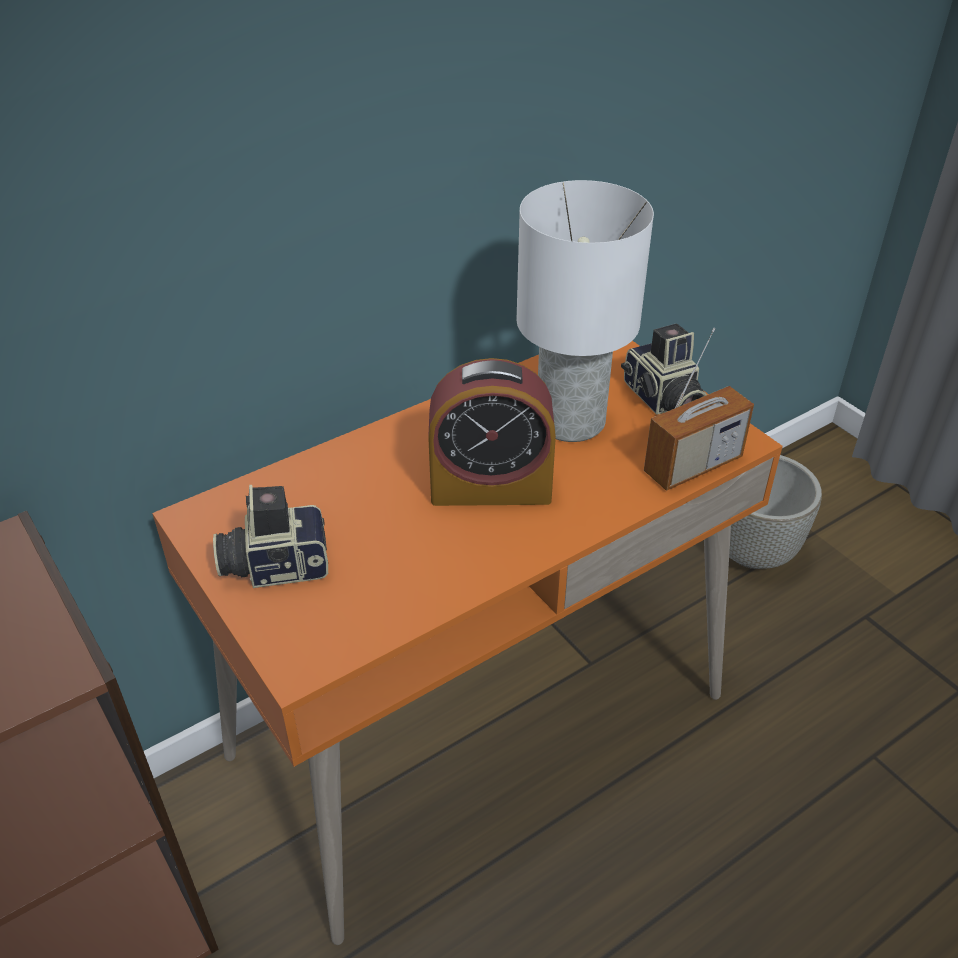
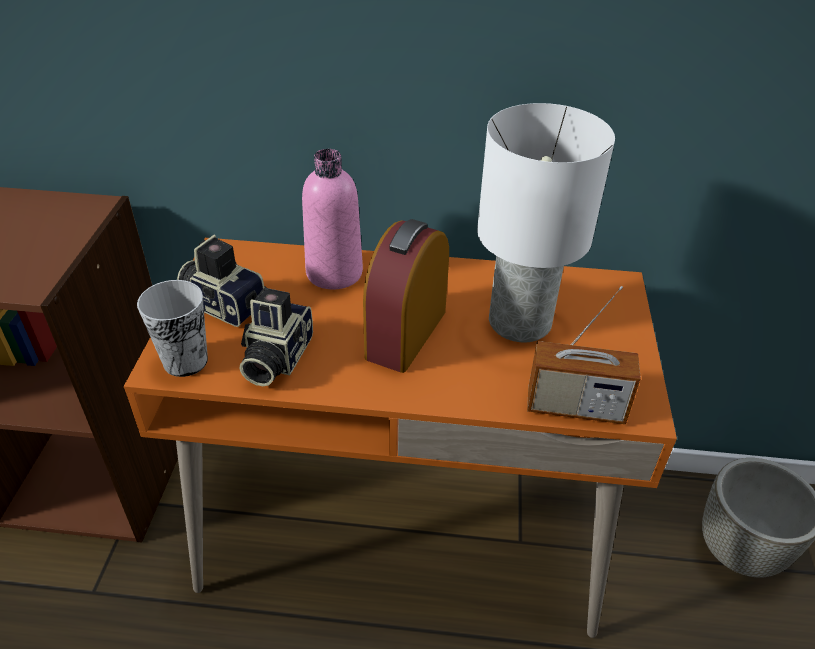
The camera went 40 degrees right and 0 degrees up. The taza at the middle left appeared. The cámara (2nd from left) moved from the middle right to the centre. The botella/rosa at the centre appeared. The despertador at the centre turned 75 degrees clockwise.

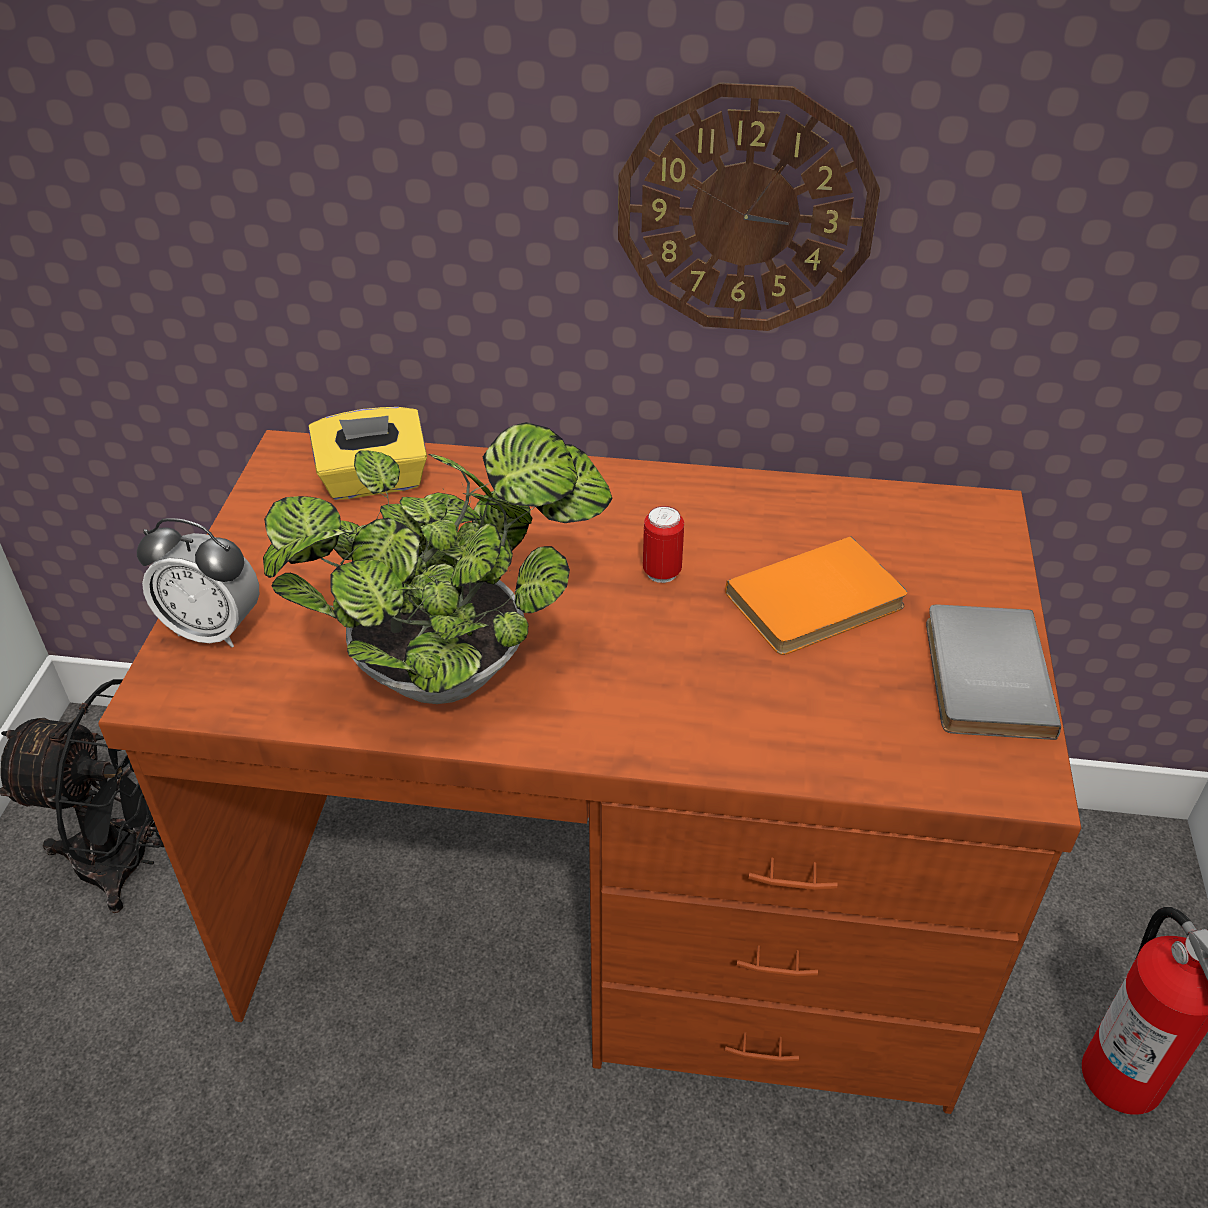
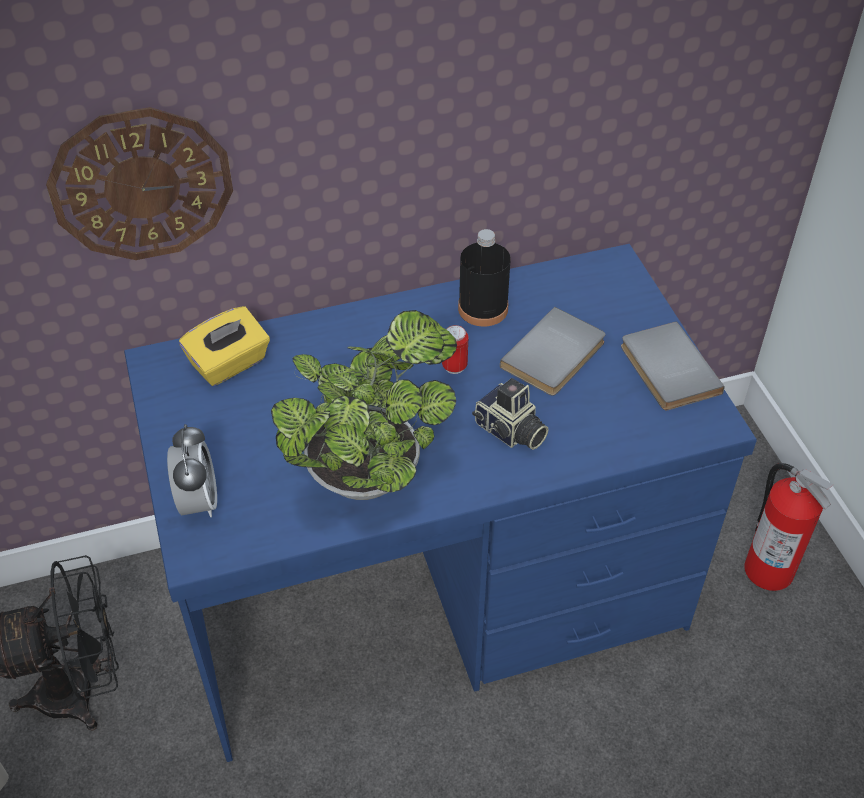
The camera went 25 degrees left and 5 degrees up. The reloj de pared moved from the top centre to the top left. The escritorio/marrón at the centre became the escritorio/azul at the centre. The despertador at the middle left turned 90 degrees counterclockwise. The botella/negro at the centre appeared. The cámara at the centre appeared. The libro/naranja at the middle right became the libro/gris (1st from left) at the centre.

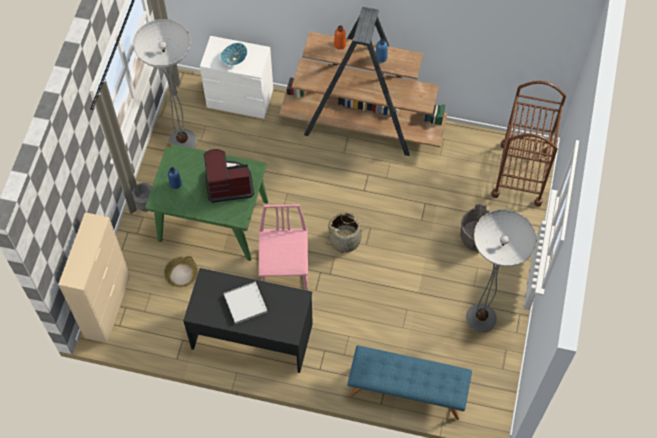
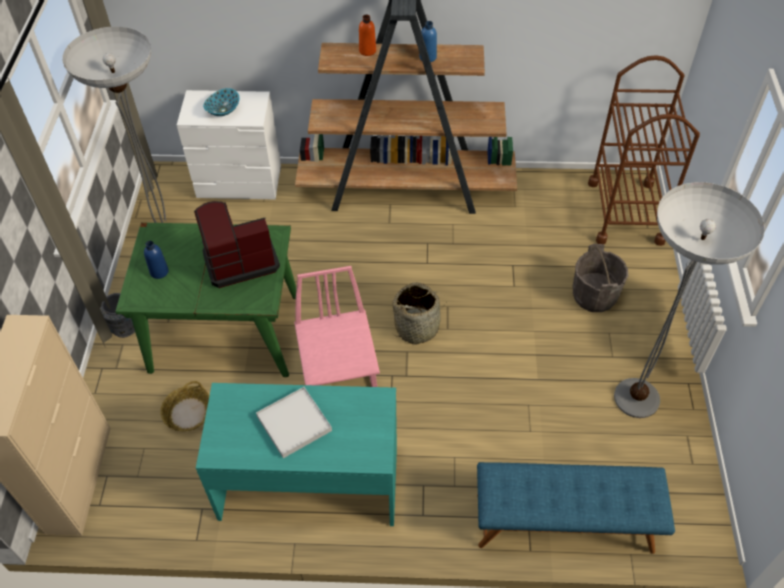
The camera went 10 degrees left and 10 degrees down. The escritorio/negro at the bottom centre became the escritorio/turquesa at the bottom centre.

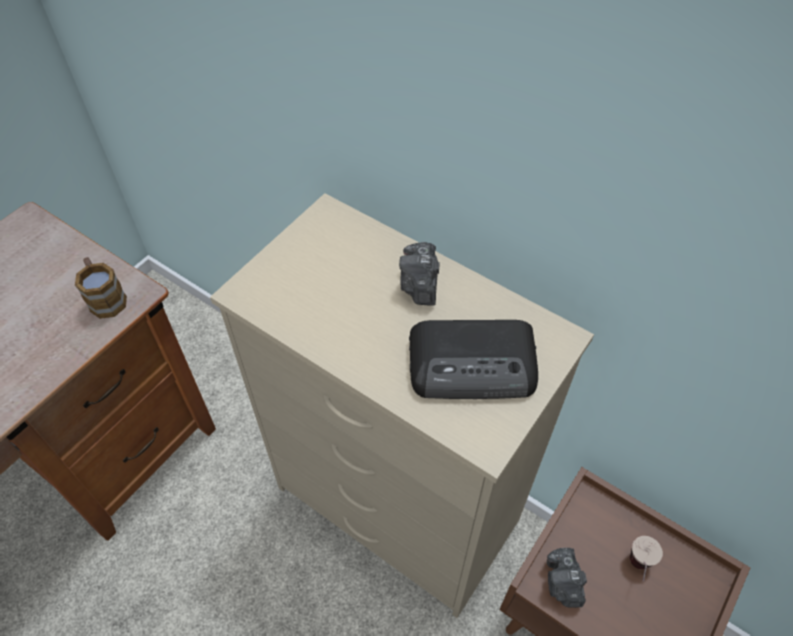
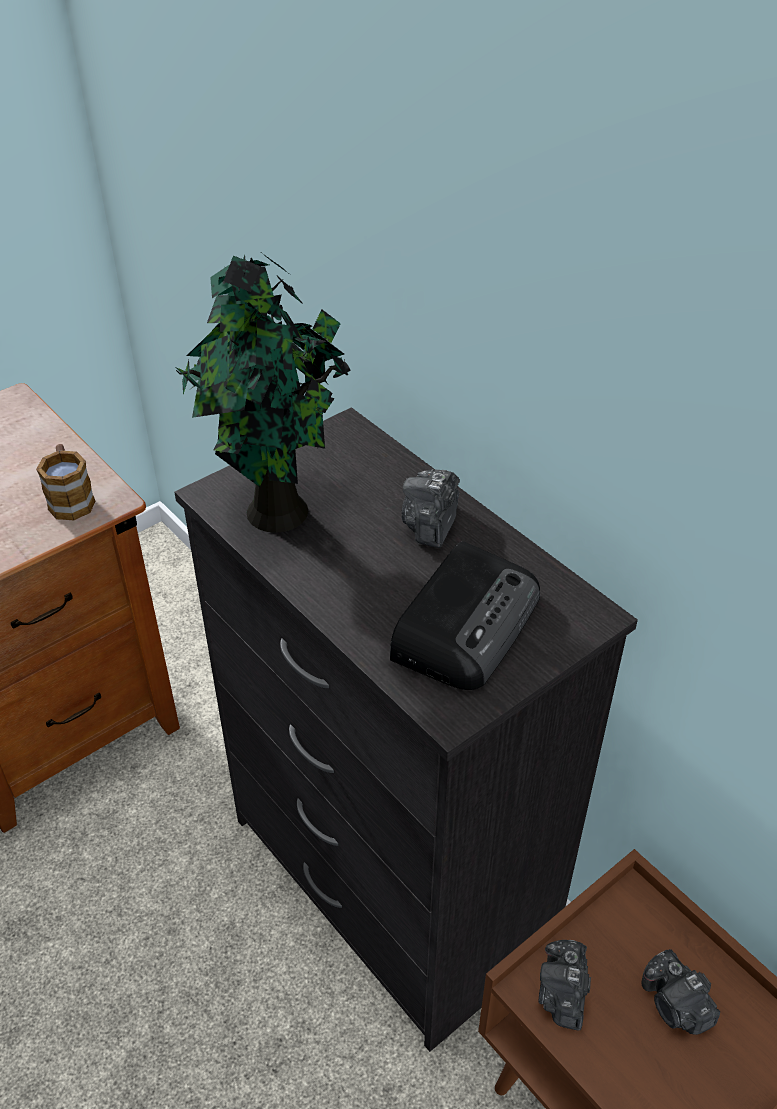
The camera went 15 degrees right and 10 degrees down. The cómoda/beis at the centre became the cómoda/negro at the centre. The planta en maceta at the centre appeared. The radio at the centre turned 75 degrees counterclockwise. The taza at the bottom right was replaced by the cámara (3rd from left) at the bottom right.

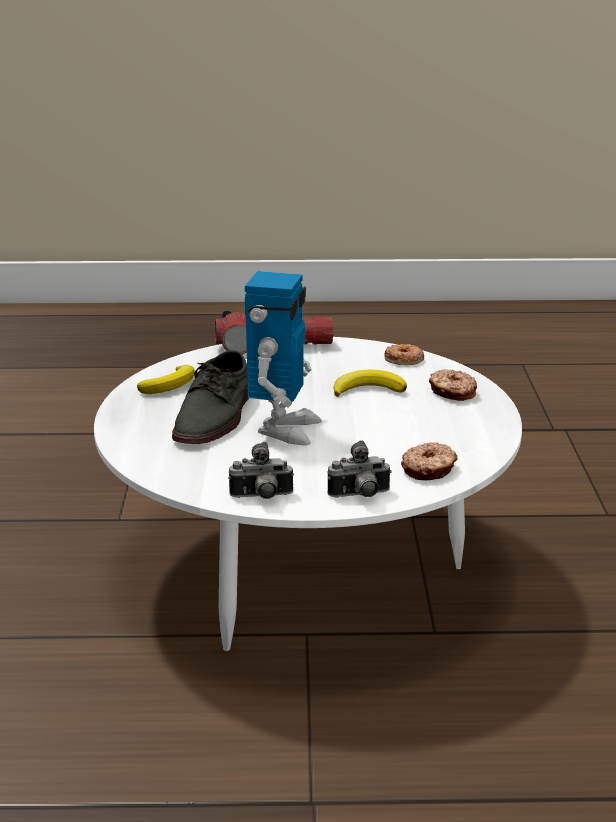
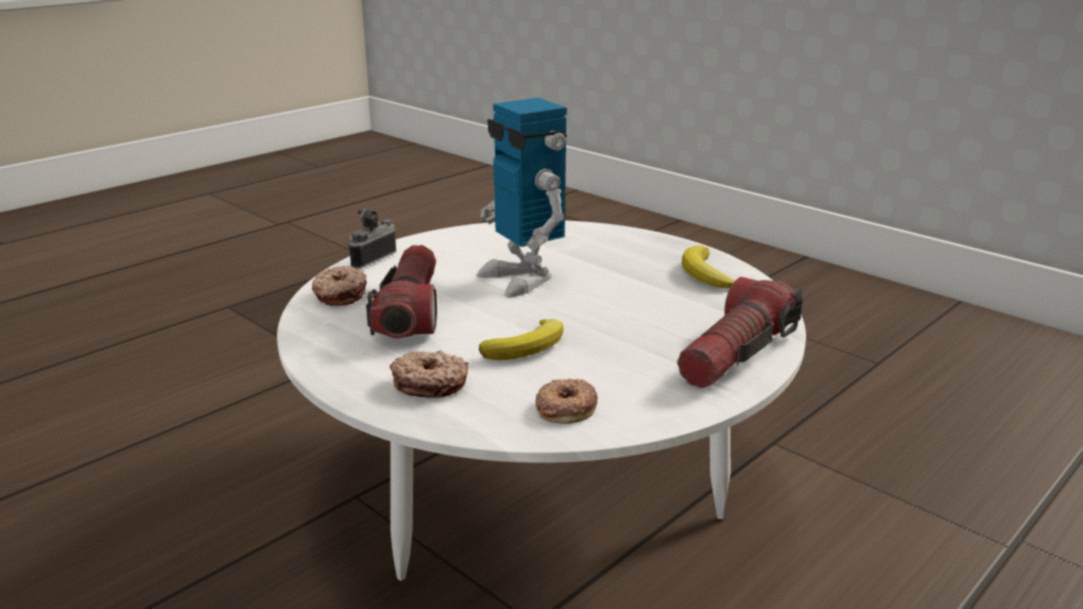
The camera went 135 degrees right and 0 degrees up. The linterna (1st from left) at the centre appeared. The zapato/gris at the centre disappeared. The cámara (1st from left) at the centre disappeared.

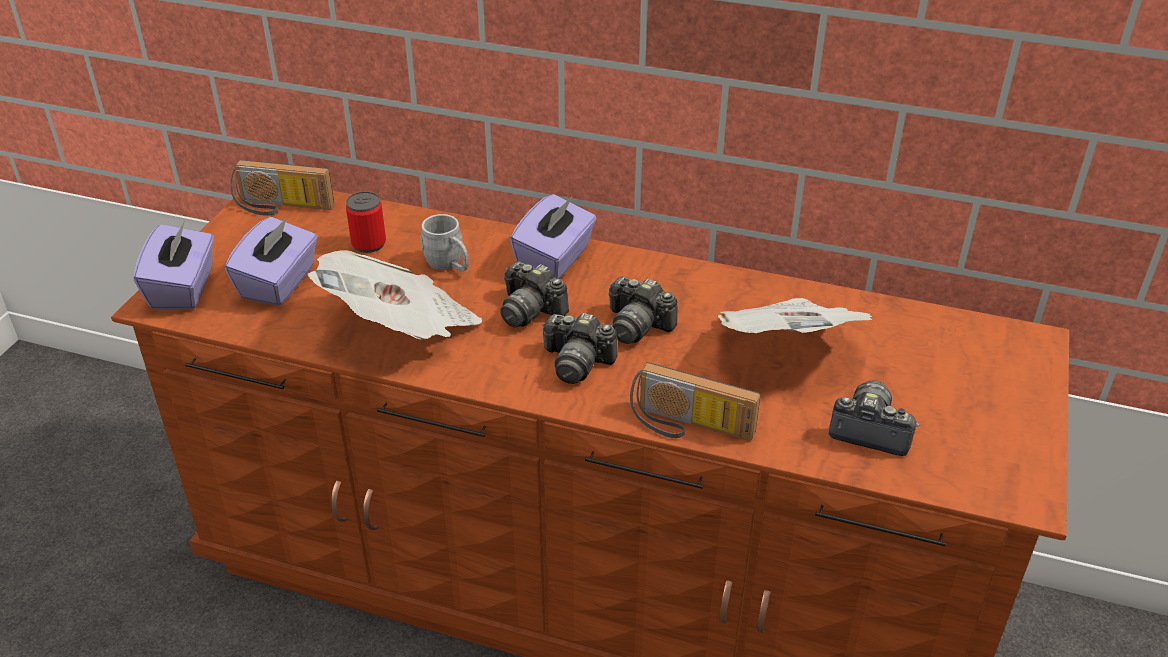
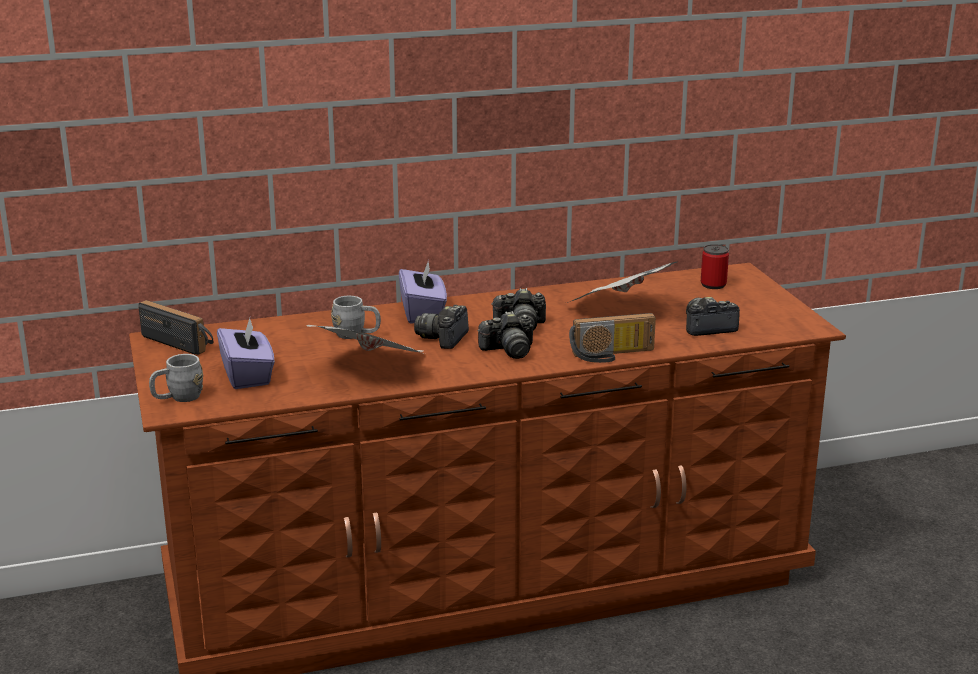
The camera went 35 degrees left and 15 degrees down. The radio (1st from left) at the top left turned 120 degrees counterclockwise. The caja de pañuelos/morado (1st from left) at the middle left was replaced by the taza grande/gris (1st from left) at the middle left. The cámara (1st from left) at the centre turned 105 degrees clockwise. The lata moved from the middle left to the middle right.

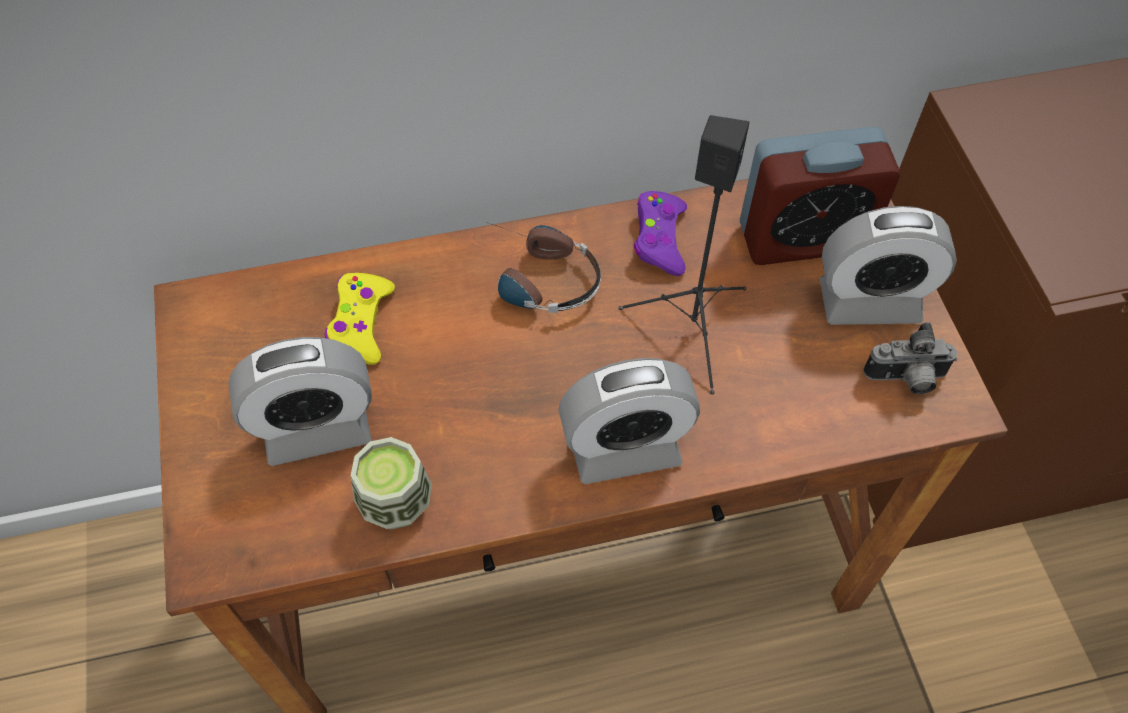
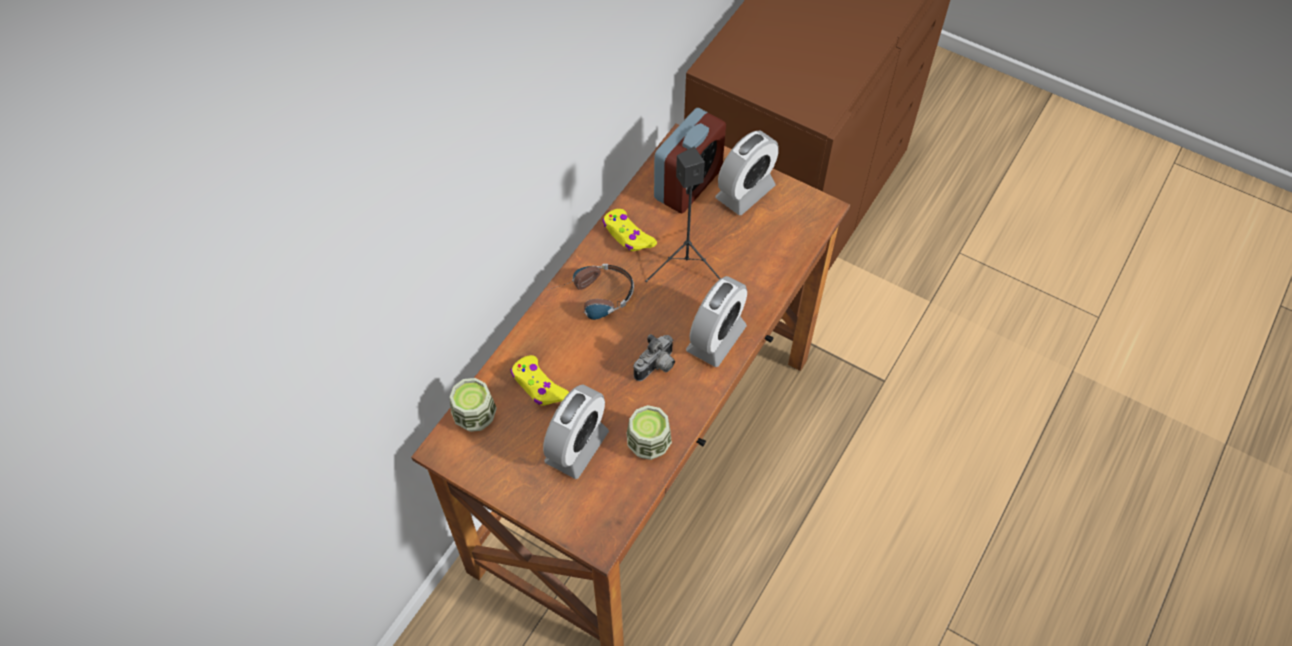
The camera went 45 degrees left and 0 degrees up. The taza (1st from left) at the centre appeared. The mando de consola/morado at the top centre became the mando de consola/amarillo (2nd from left) at the centre. The cámara moved from the middle right to the centre.

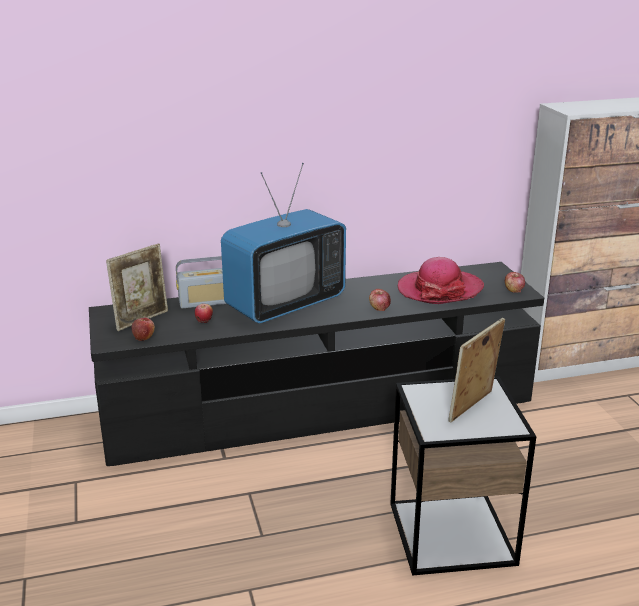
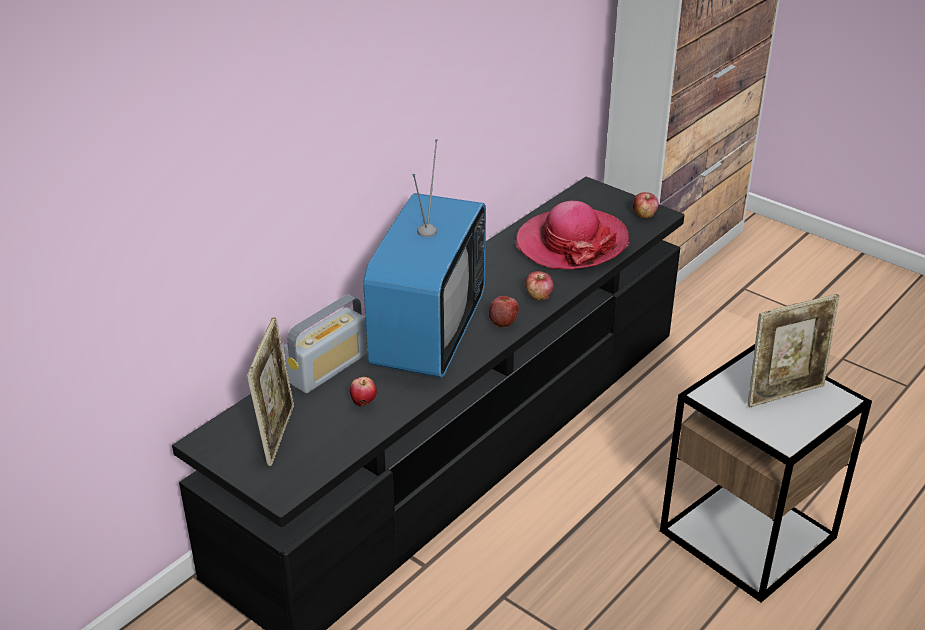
The camera went 35 degrees left and 10 degrees up. The manzana (1st from left in the first image) moved from the middle left to the centre. The portarretratos (2nd from left) at the middle right turned 120 degrees counterclockwise.

